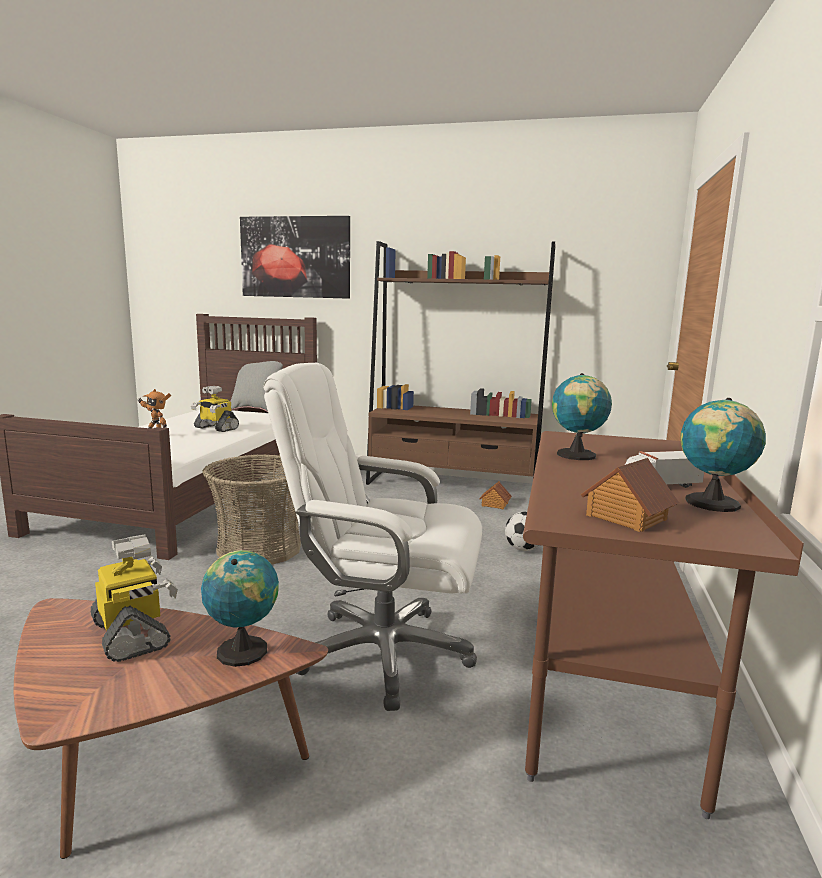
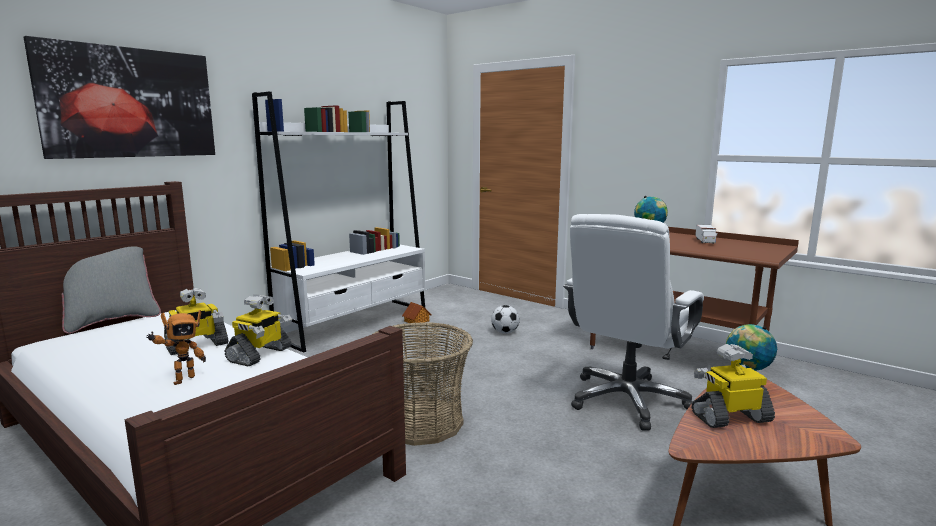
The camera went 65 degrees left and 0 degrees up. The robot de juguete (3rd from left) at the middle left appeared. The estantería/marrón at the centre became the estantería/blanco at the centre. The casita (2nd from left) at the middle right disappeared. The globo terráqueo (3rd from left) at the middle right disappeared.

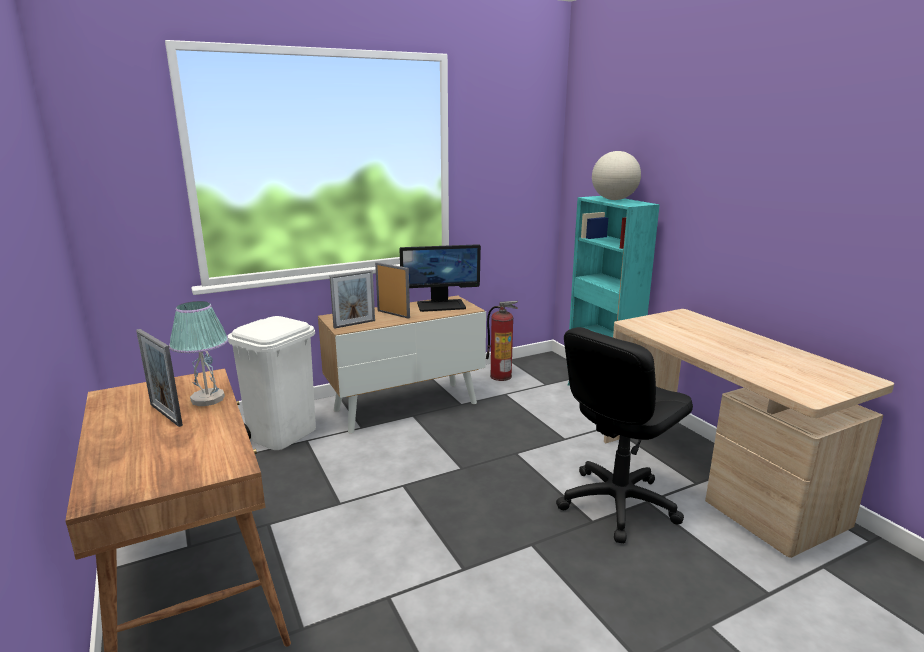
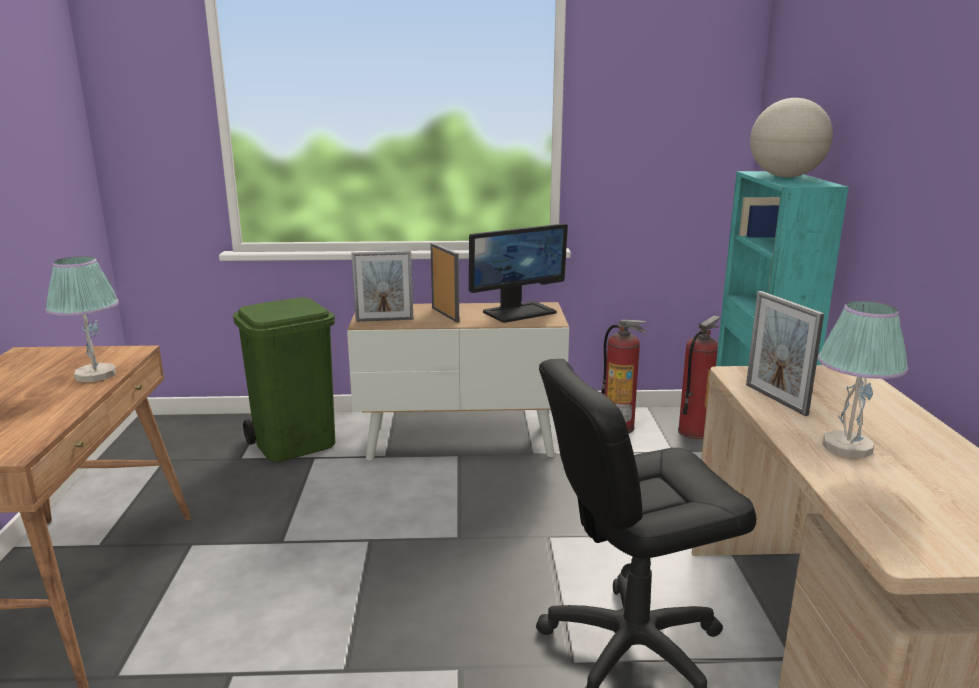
The camera went 25 degrees right and 0 degrees up. The papelera/blanco at the middle left became the papelera/verde at the middle left. The monitor at the centre turned 45 degrees counterclockwise. The extintor (2nd from left) at the middle right appeared. The portarretratos (1st from left in the first image) moved from the middle left to the middle right. The lámpara de mesa (2nd from left) at the middle right appeared.

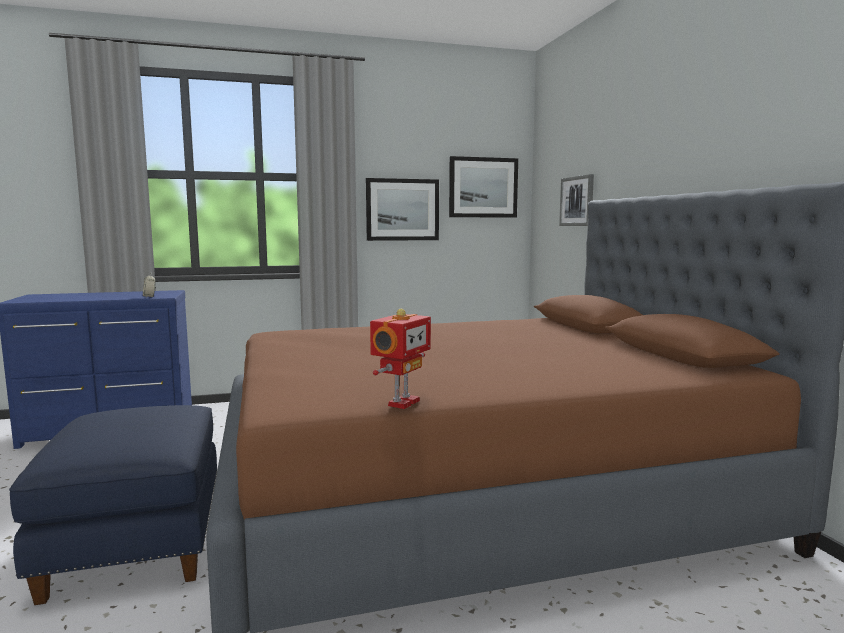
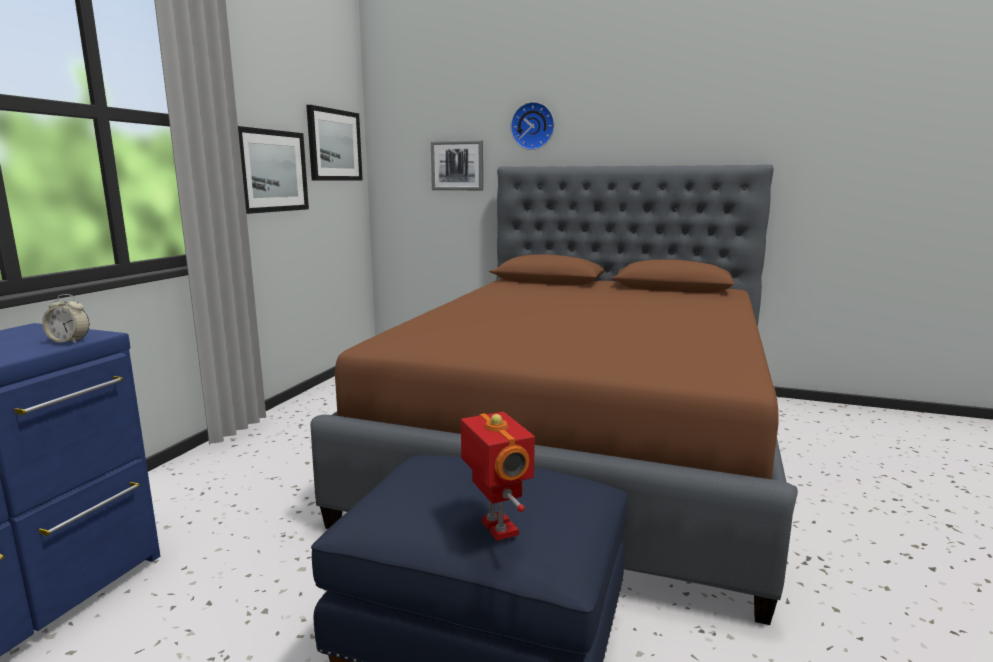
The camera went 55 degrees left and 5 degrees up. The robot de juguete moved from the centre to the bottom centre. The reloj de pared at the top centre appeared.

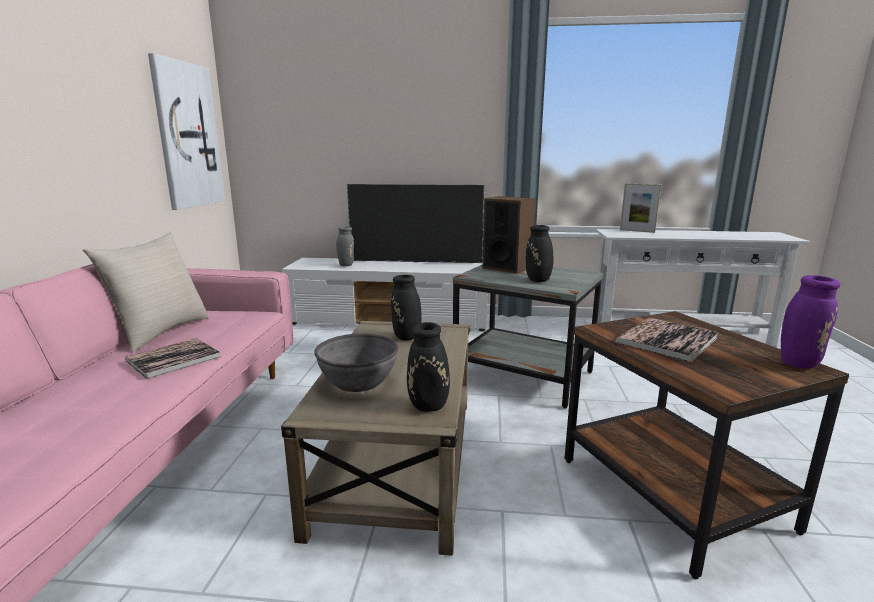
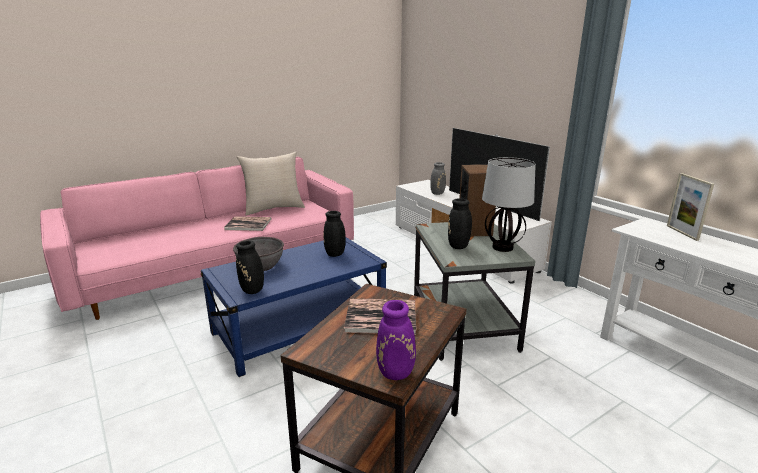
The camera went 50 degrees right and 5 degrees up. The mesa de centro/beis at the bottom centre became the mesa de centro/azul at the centre. The lámpara de mesa at the middle right appeared. The cuadro at the top left disappeared.

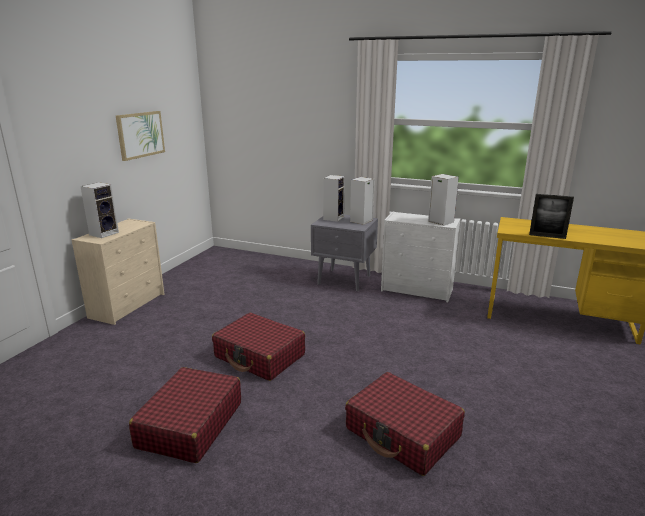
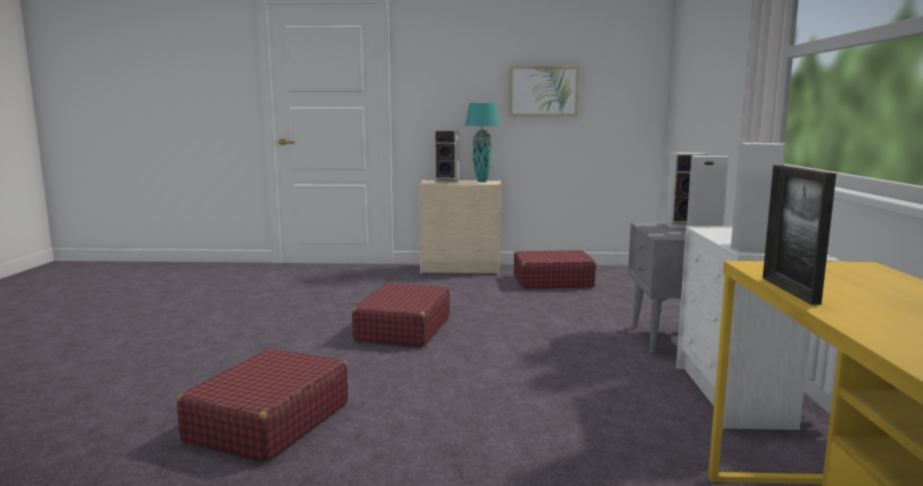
The camera went 70 degrees right and 10 degrees down. The lámpara de mesa/turquesa at the top centre appeared. The maleta/rojo (1st from left in the first image) moved from the bottom left to the centre.

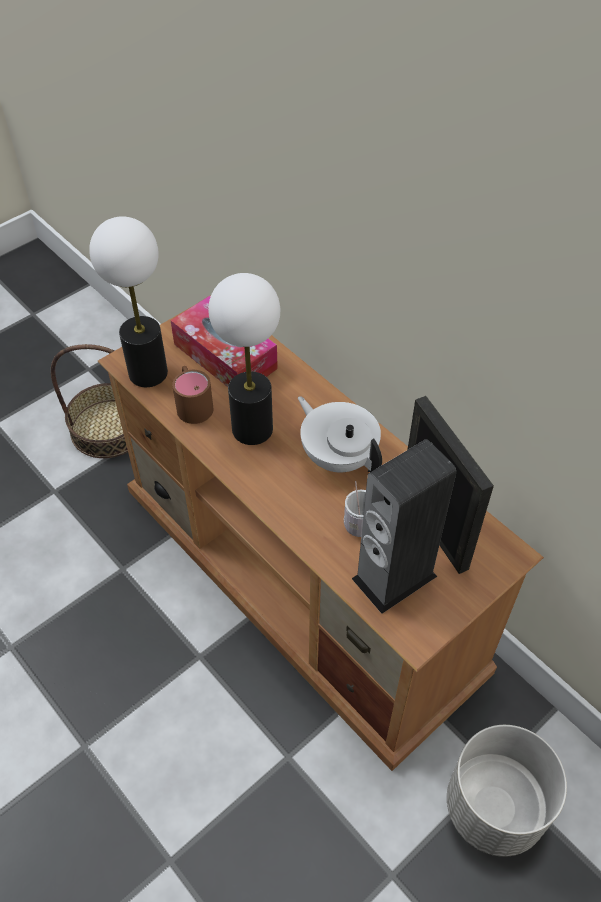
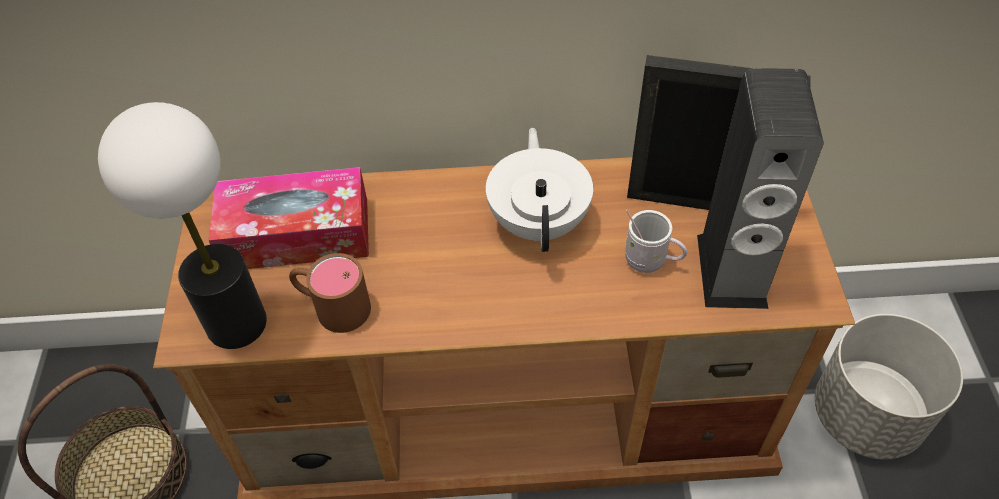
The camera went 50 degrees left and 0 degrees up. The tetera/blanco at the centre turned 90 degrees clockwise. The lámpara de mesa (2nd from left) at the centre disappeared.

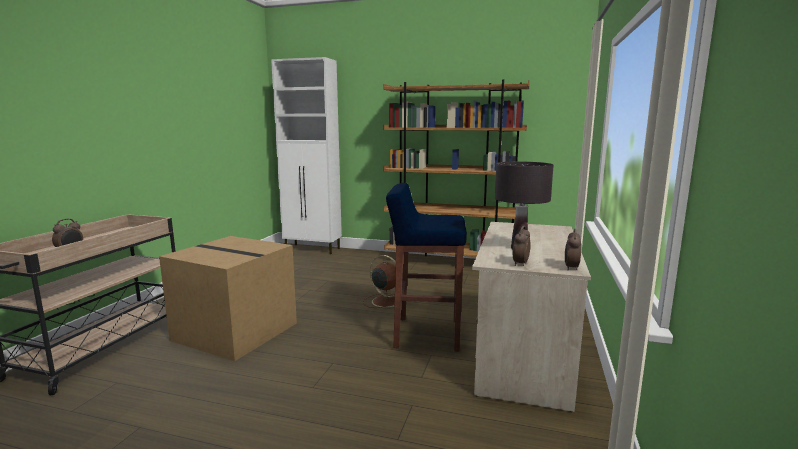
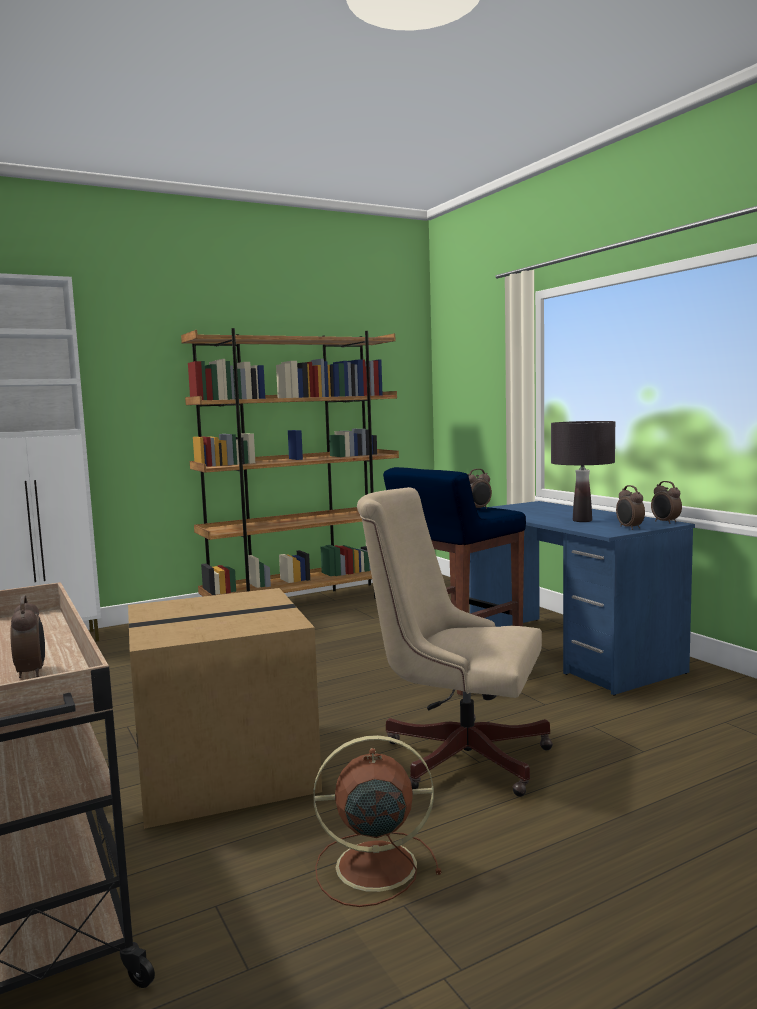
The camera went 45 degrees left and 5 degrees down. The ventilador/marrón moved from the centre to the bottom centre. The silla de oficina/beis at the centre appeared. The despertador (2nd from left) at the centre appeared. The escritorio/beis at the bottom centre became the escritorio/azul at the middle right.

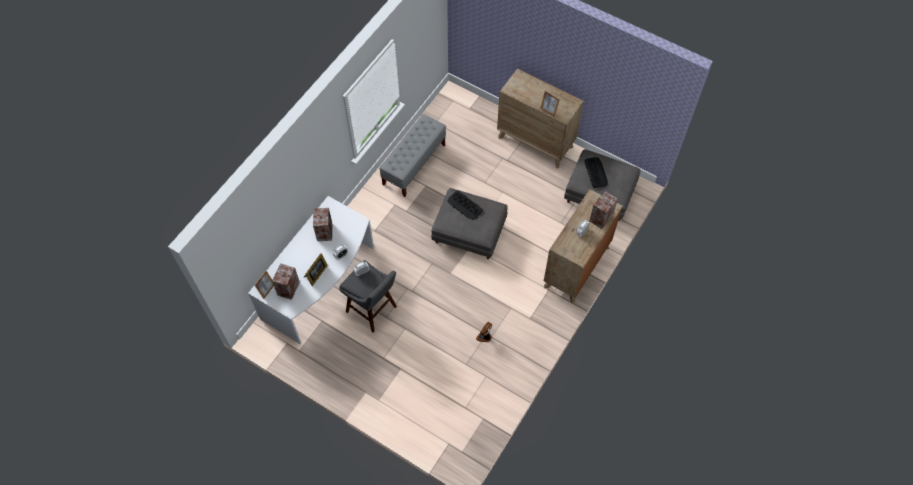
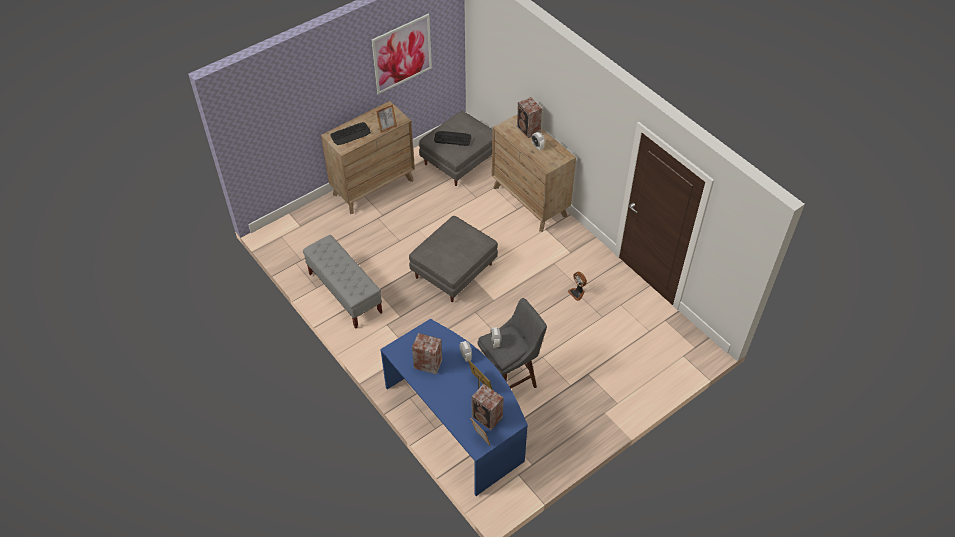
The camera went 70 degrees left and 10 degrees down. The teclado (1st from left) moved from the centre to the top centre. The cuadro at the top centre appeared. The escritorio/blanco at the centre became the escritorio/azul at the bottom centre.

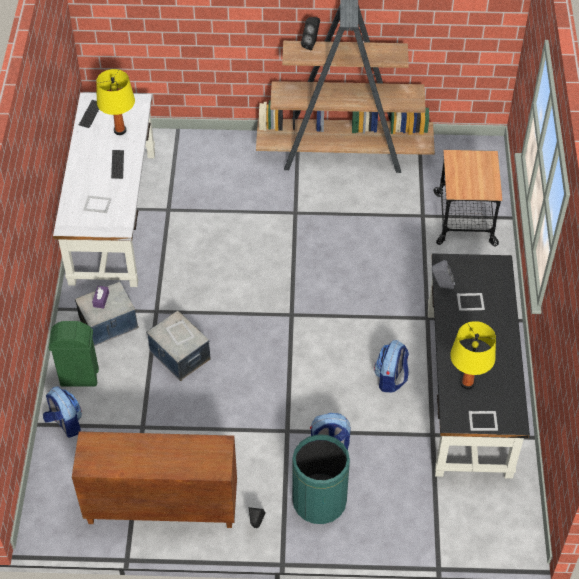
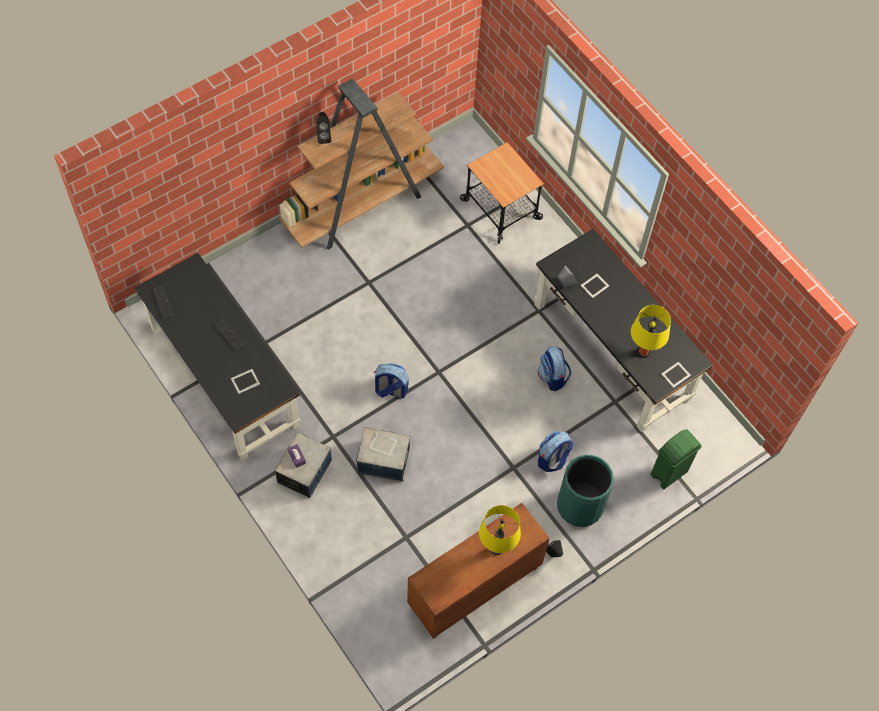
The camera went 40 degrees left and 10 degrees up. The escritorio/blanco at the top left became the escritorio/negro (1st from left) at the middle left. The mochila (1st from left) moved from the bottom left to the centre. The lámpara de mesa/amarillo (1st from left) moved from the top left to the bottom centre. The papelera/verde (1st from left in the first image) moved from the middle left to the middle right.

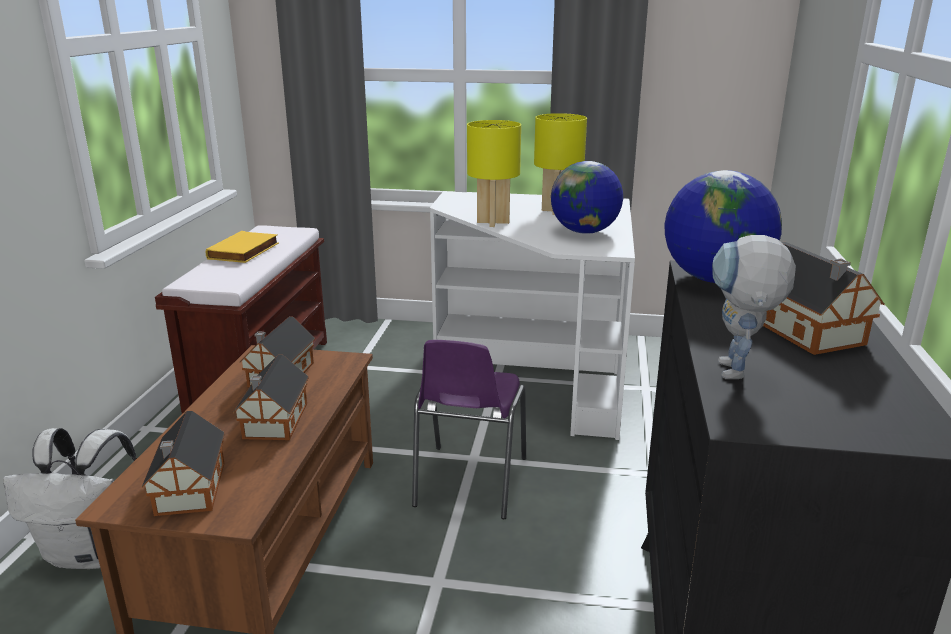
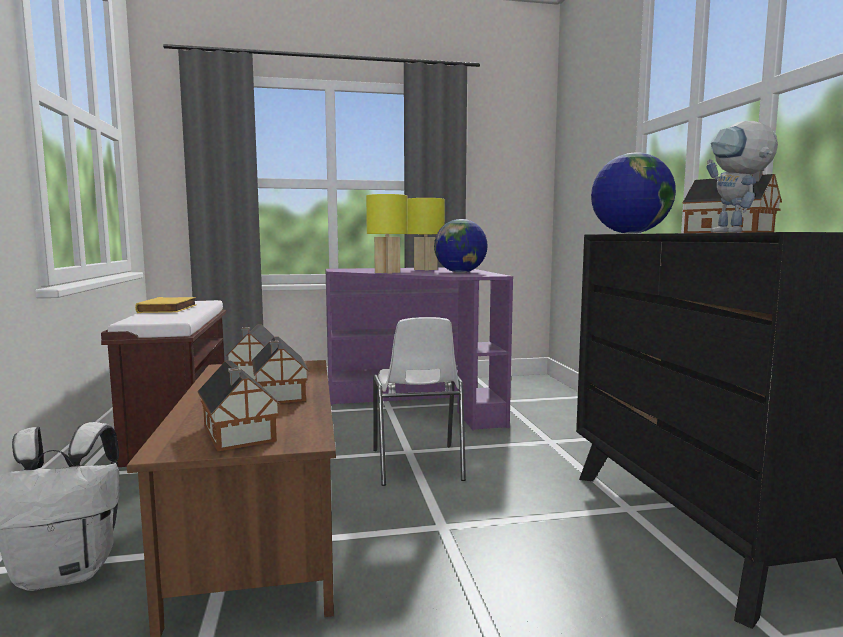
The camera went 20 degrees left and 15 degrees down. The escritorio/blanco at the centre became the escritorio/morado at the centre. The silla/morado at the bottom centre became the silla/blanco at the centre.

